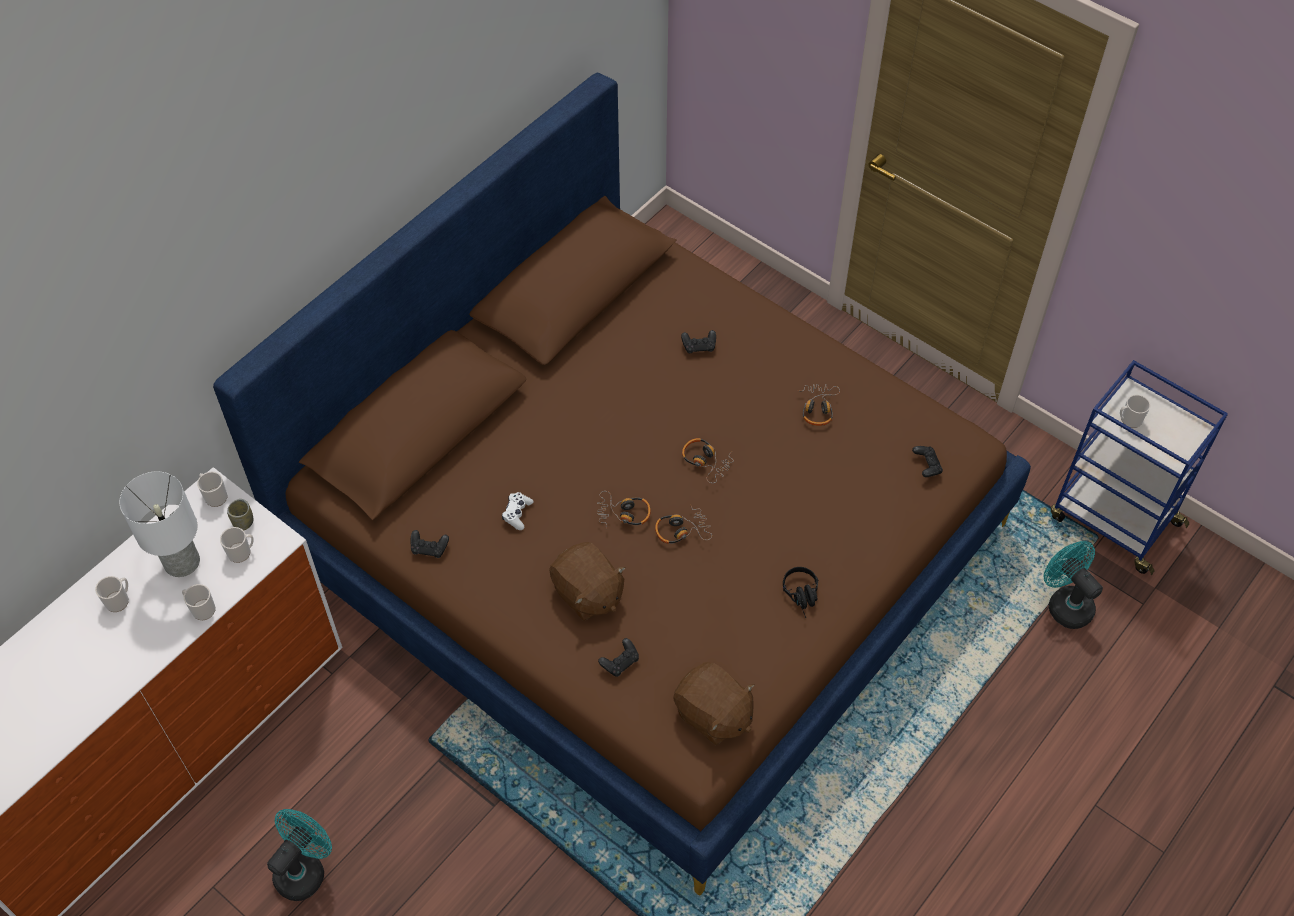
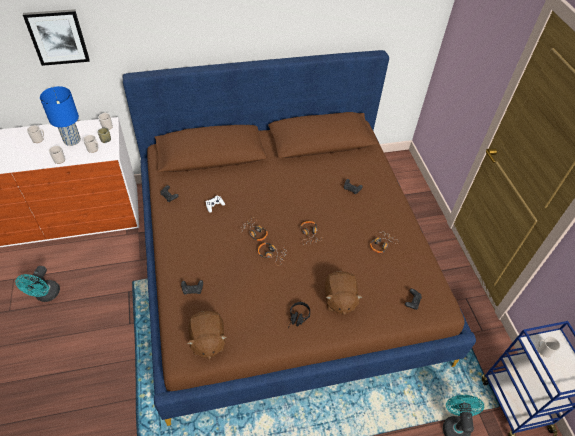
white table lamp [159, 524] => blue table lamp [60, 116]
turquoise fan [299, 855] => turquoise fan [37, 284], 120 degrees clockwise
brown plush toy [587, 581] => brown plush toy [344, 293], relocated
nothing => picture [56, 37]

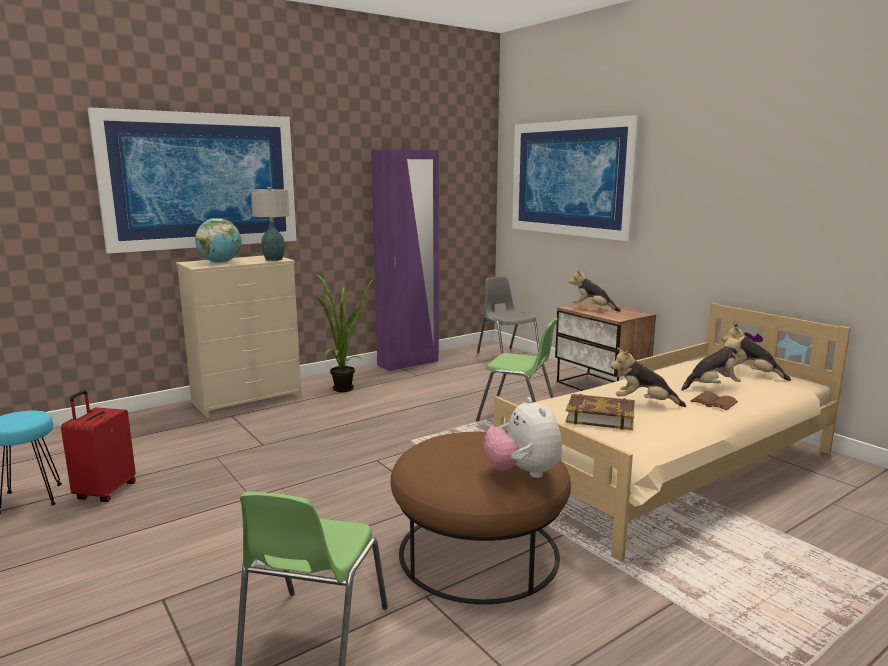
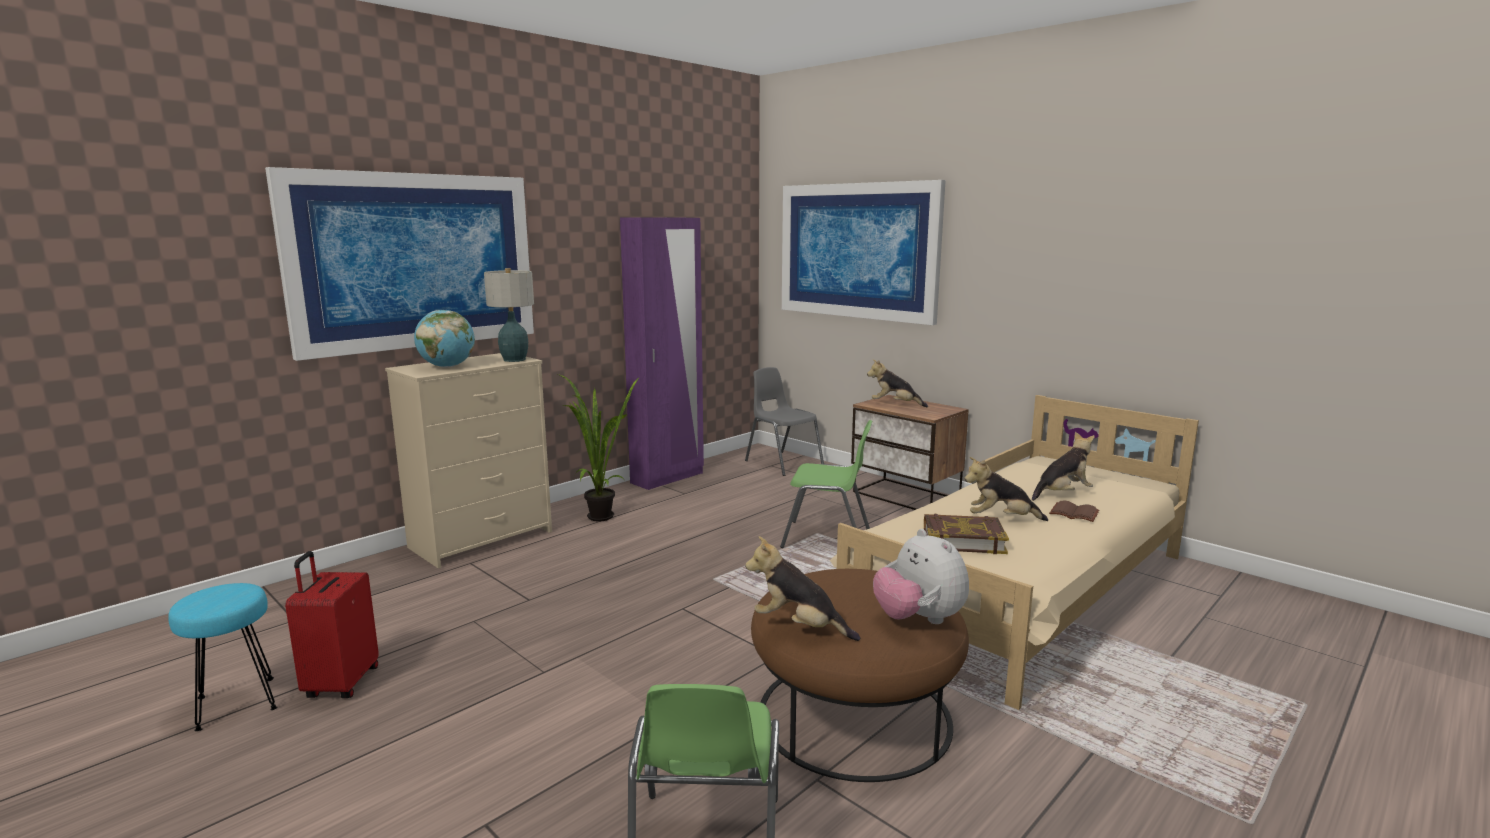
plush toy [756, 352] => plush toy [802, 588], relocated

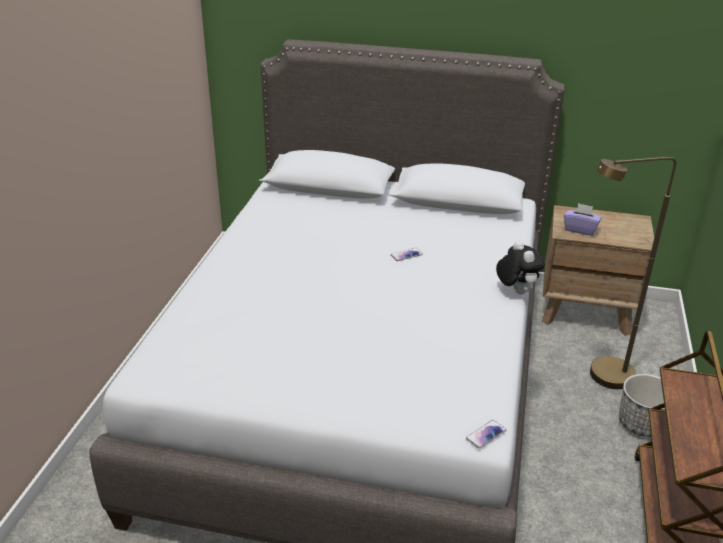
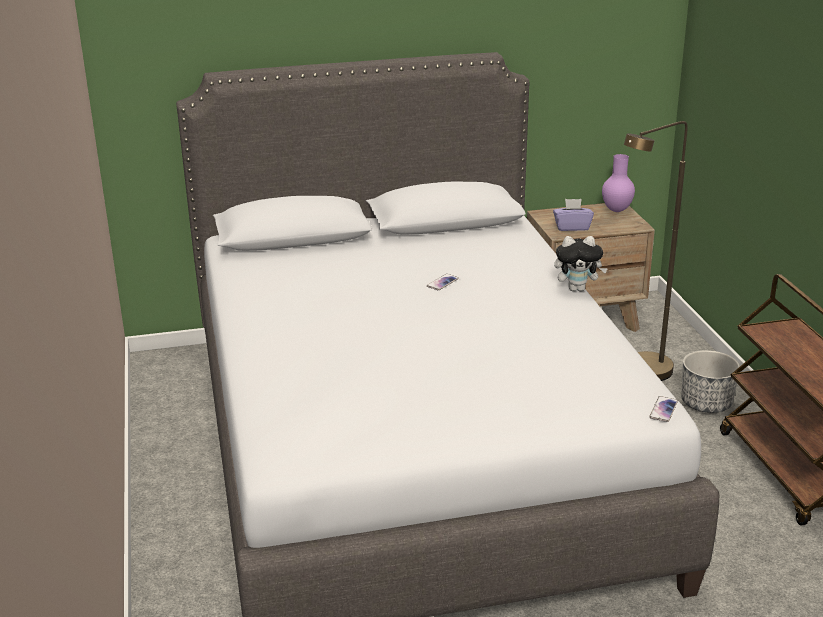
plush toy [520, 268] => plush toy [581, 263], 135 degrees clockwise
nothing => purple vase [618, 183]

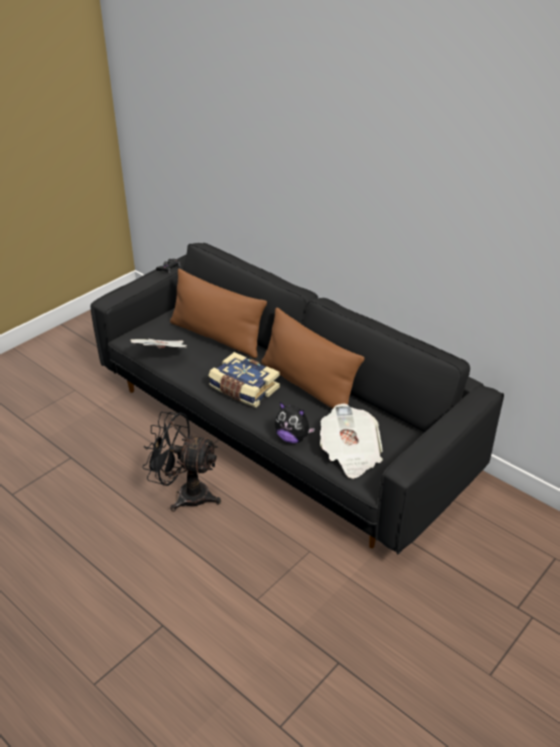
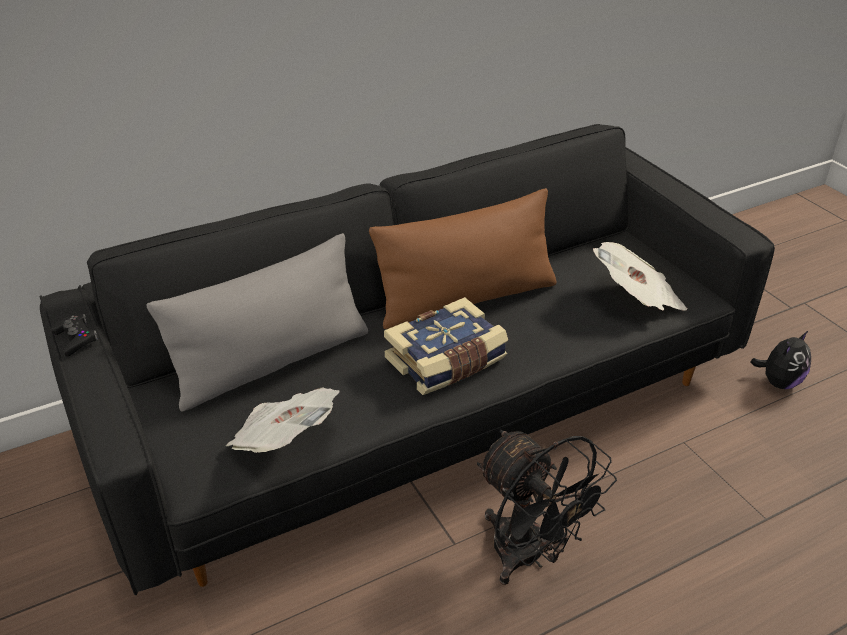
black fan [181, 462] => black fan [547, 507], 75 degrees counterclockwise
brown pillow [218, 313] => grey pillow [257, 322]
plush toy [295, 422] => plush toy [781, 360], relocated

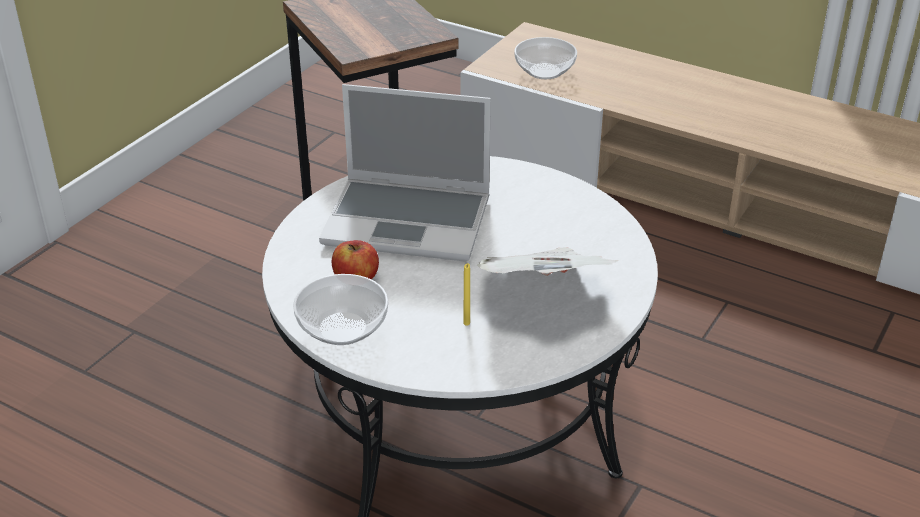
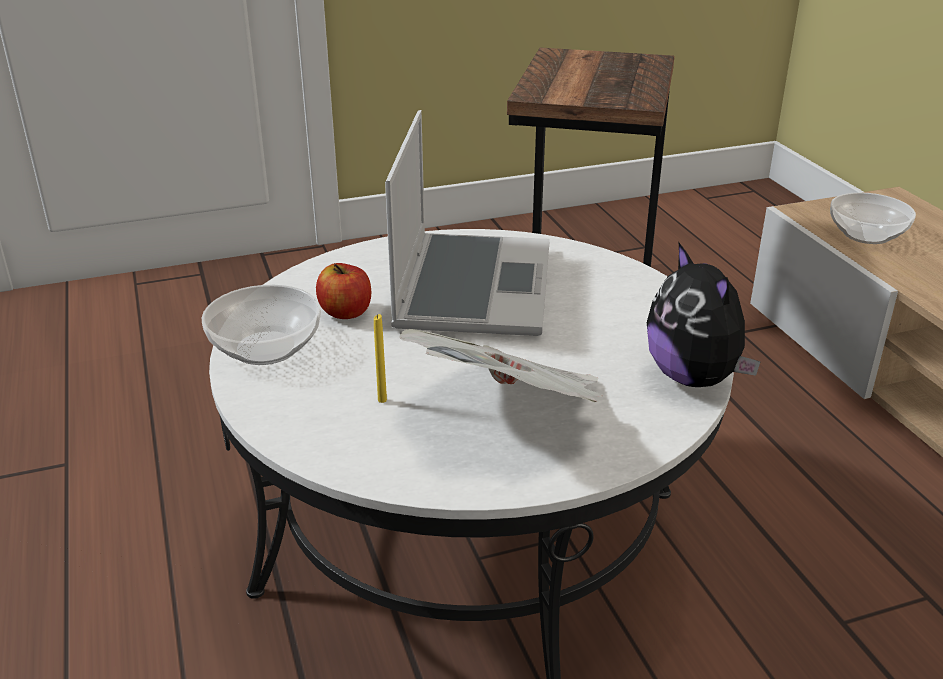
laptop [405, 173] => laptop [467, 223], 135 degrees counterclockwise
nothing => plush toy [704, 315]

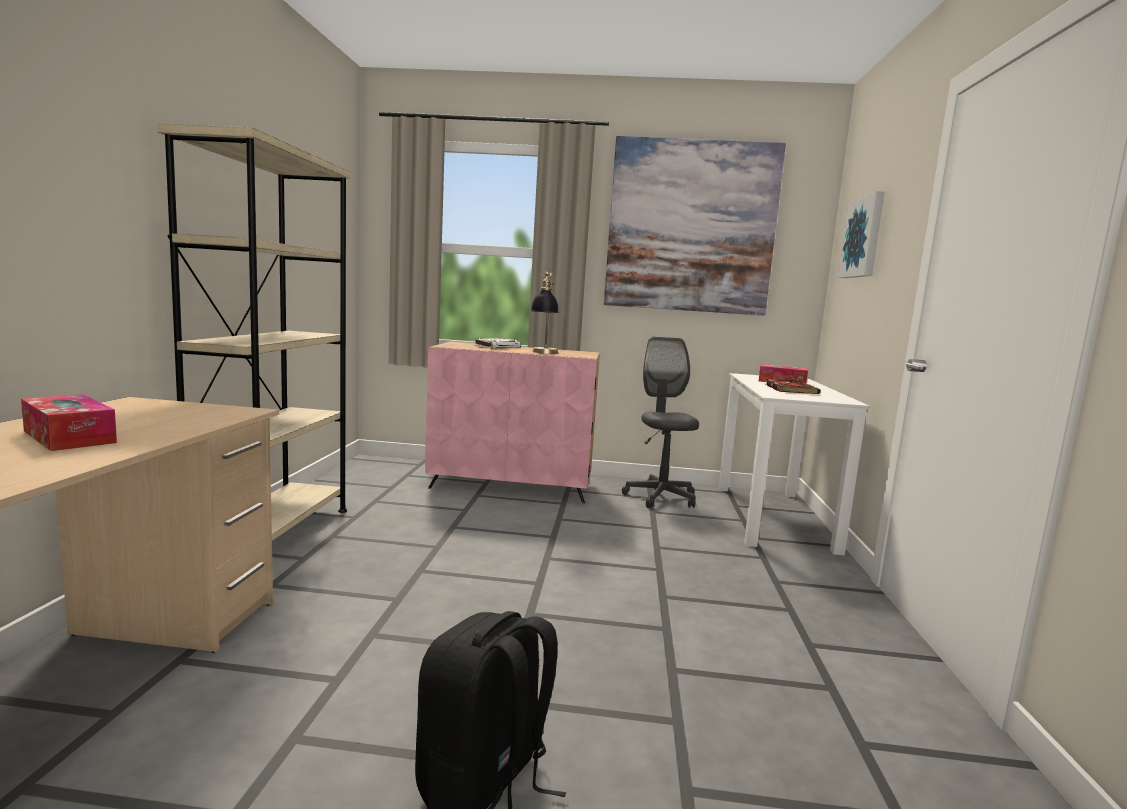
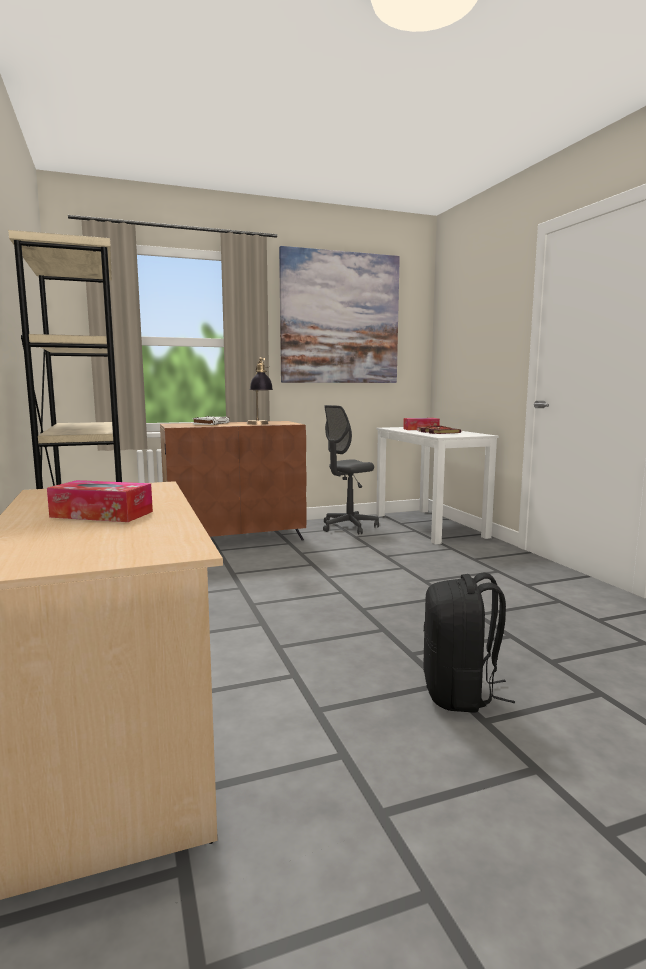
pink cabinet [512, 422] => brown cabinet [233, 481]
grey office chair [660, 422] => grey office chair [351, 469], 90 degrees counterclockwise
picture [861, 234] => nothing

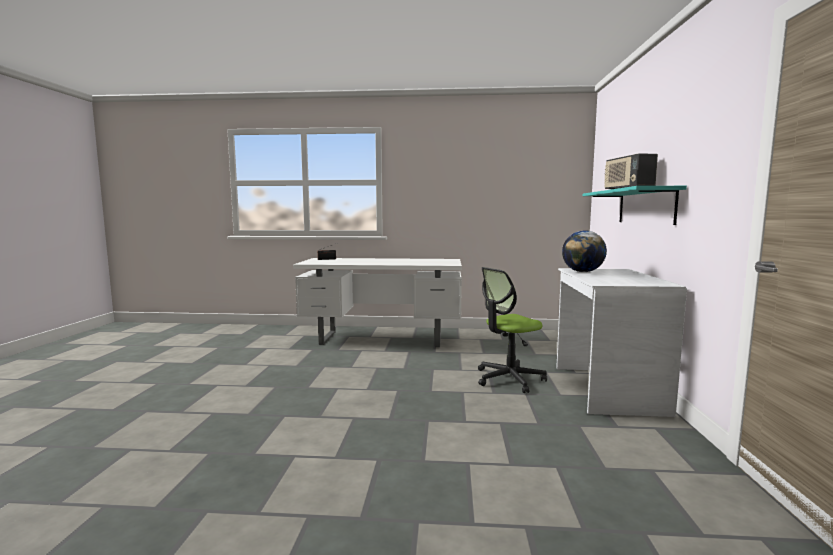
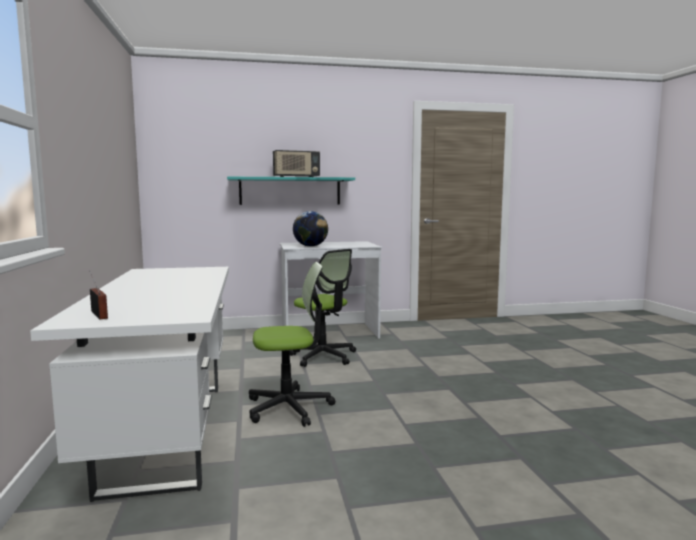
nothing => office chair [292, 344]

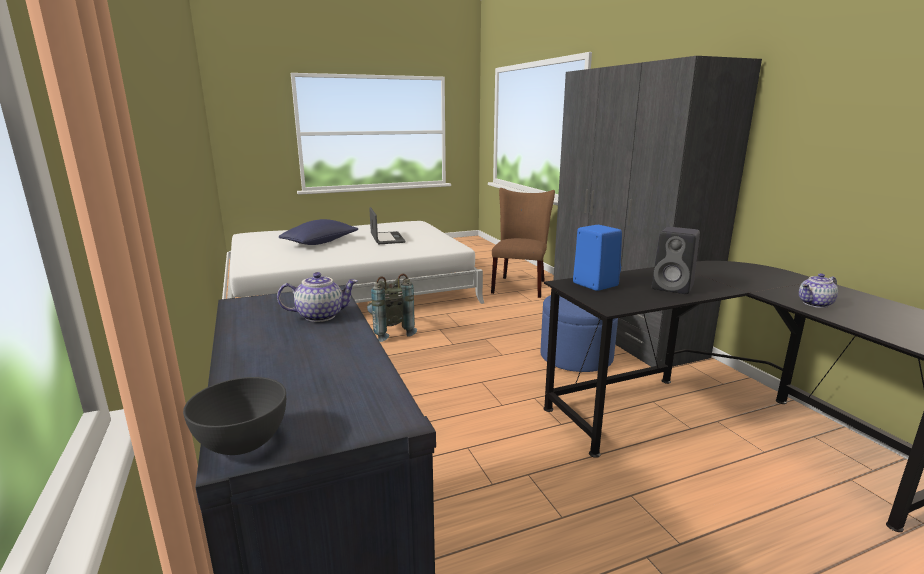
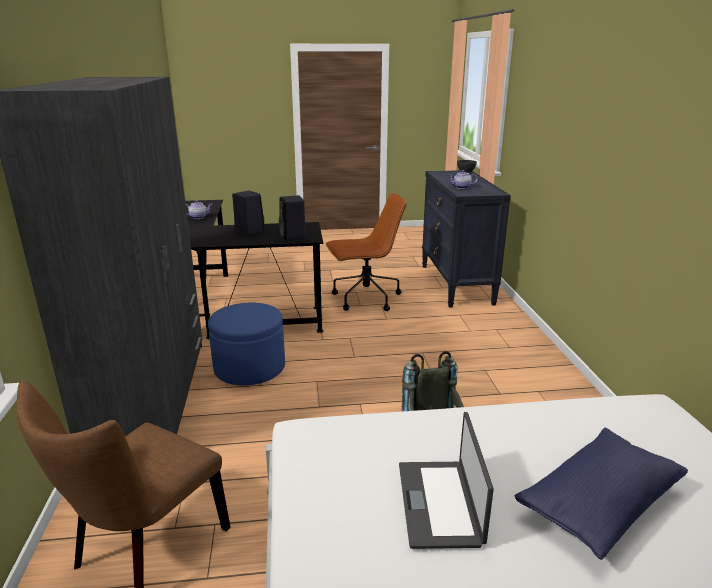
blue speaker [597, 258] => black speaker [292, 218]
nothing => brown office chair [366, 252]

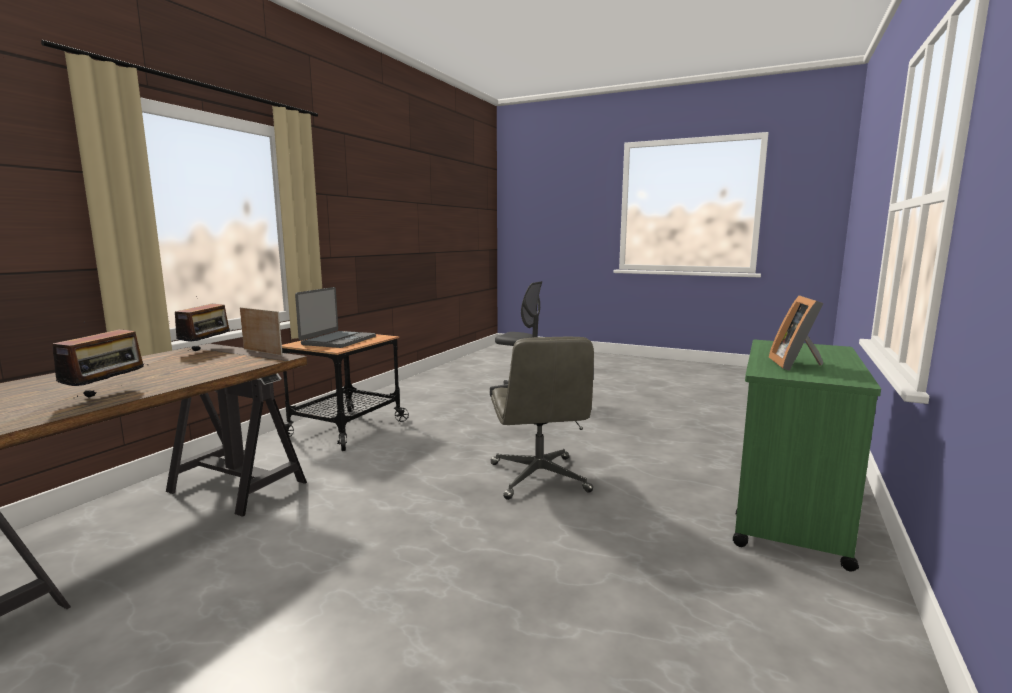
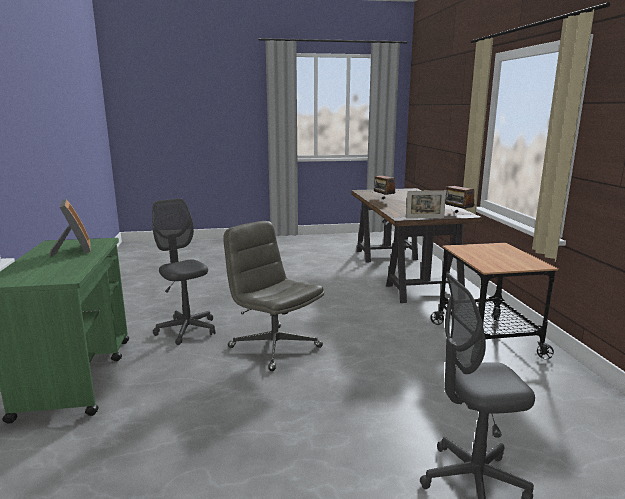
laptop [335, 317] => nothing
nothing => grey office chair [184, 271]

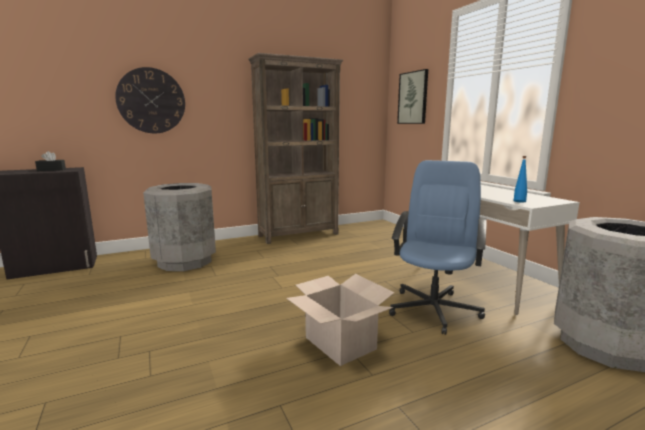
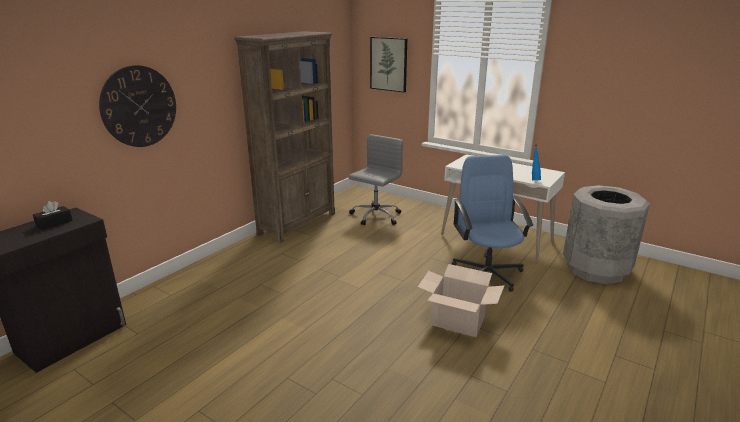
grey trash can [179, 227] => nothing
nothing => grey office chair [375, 179]

